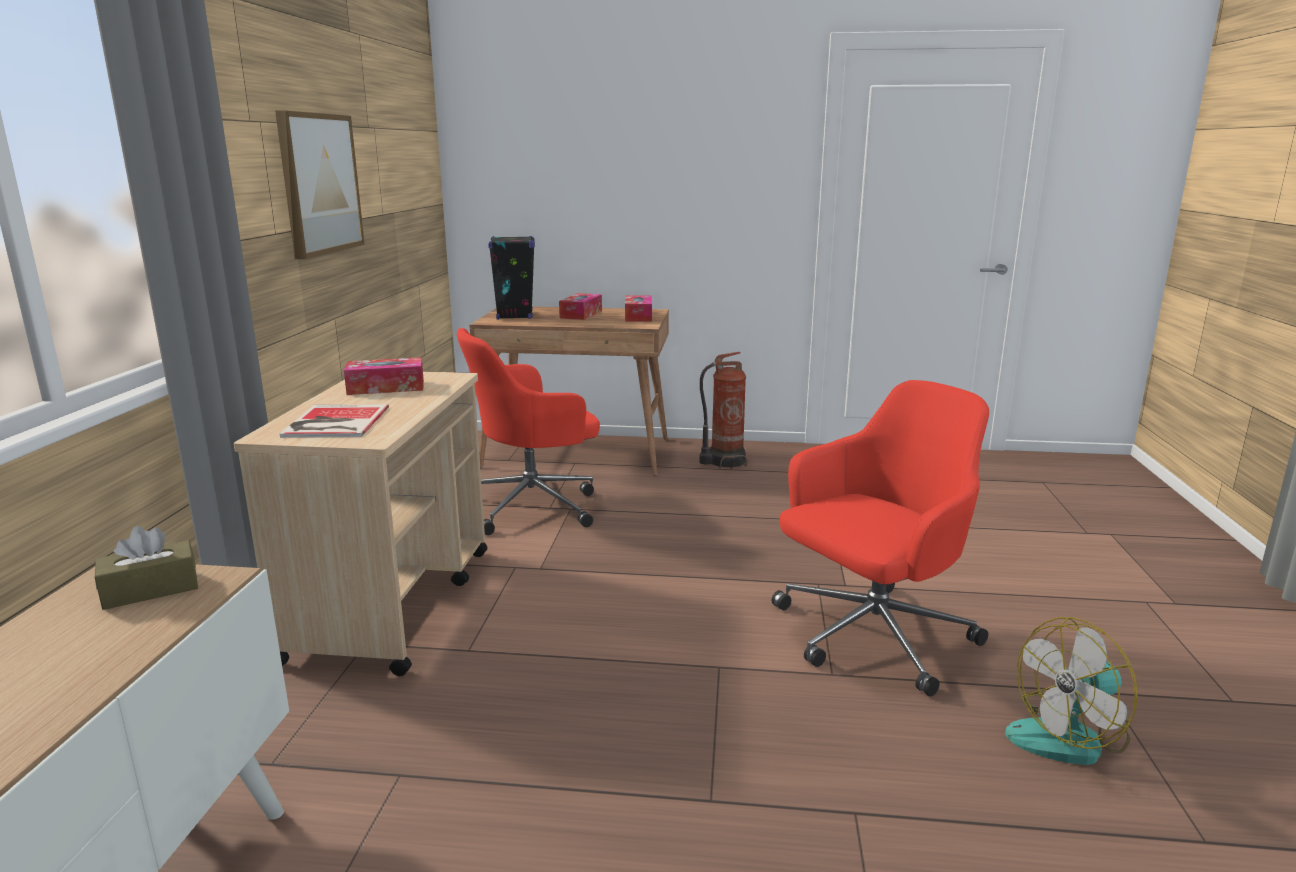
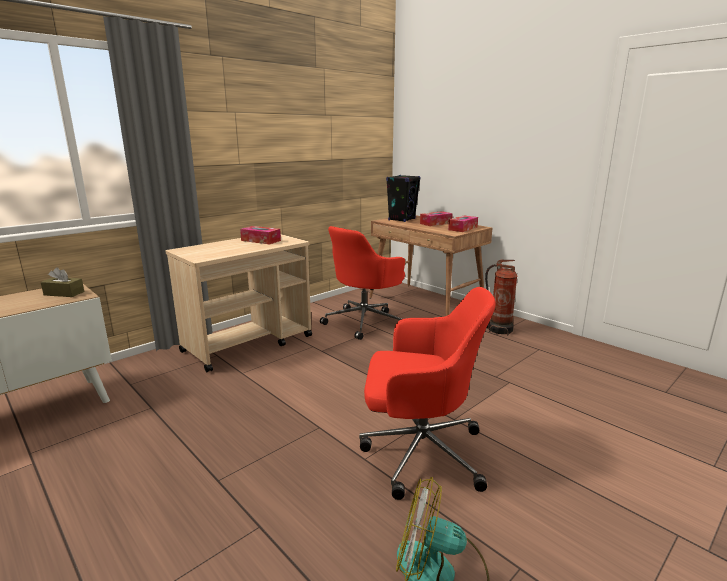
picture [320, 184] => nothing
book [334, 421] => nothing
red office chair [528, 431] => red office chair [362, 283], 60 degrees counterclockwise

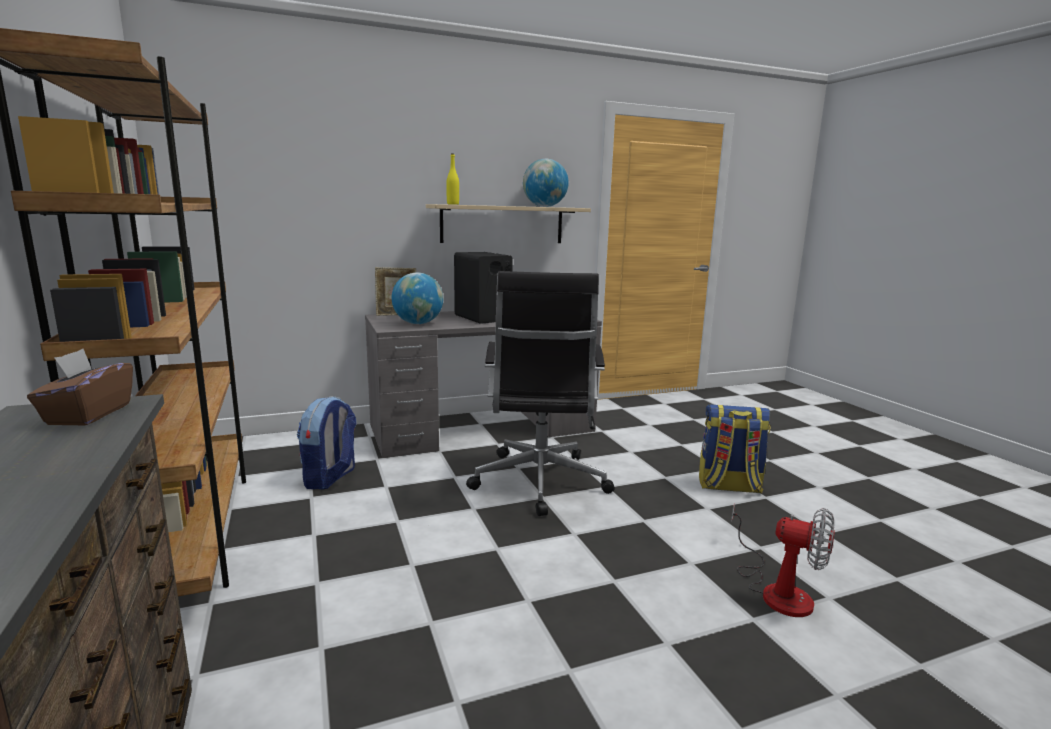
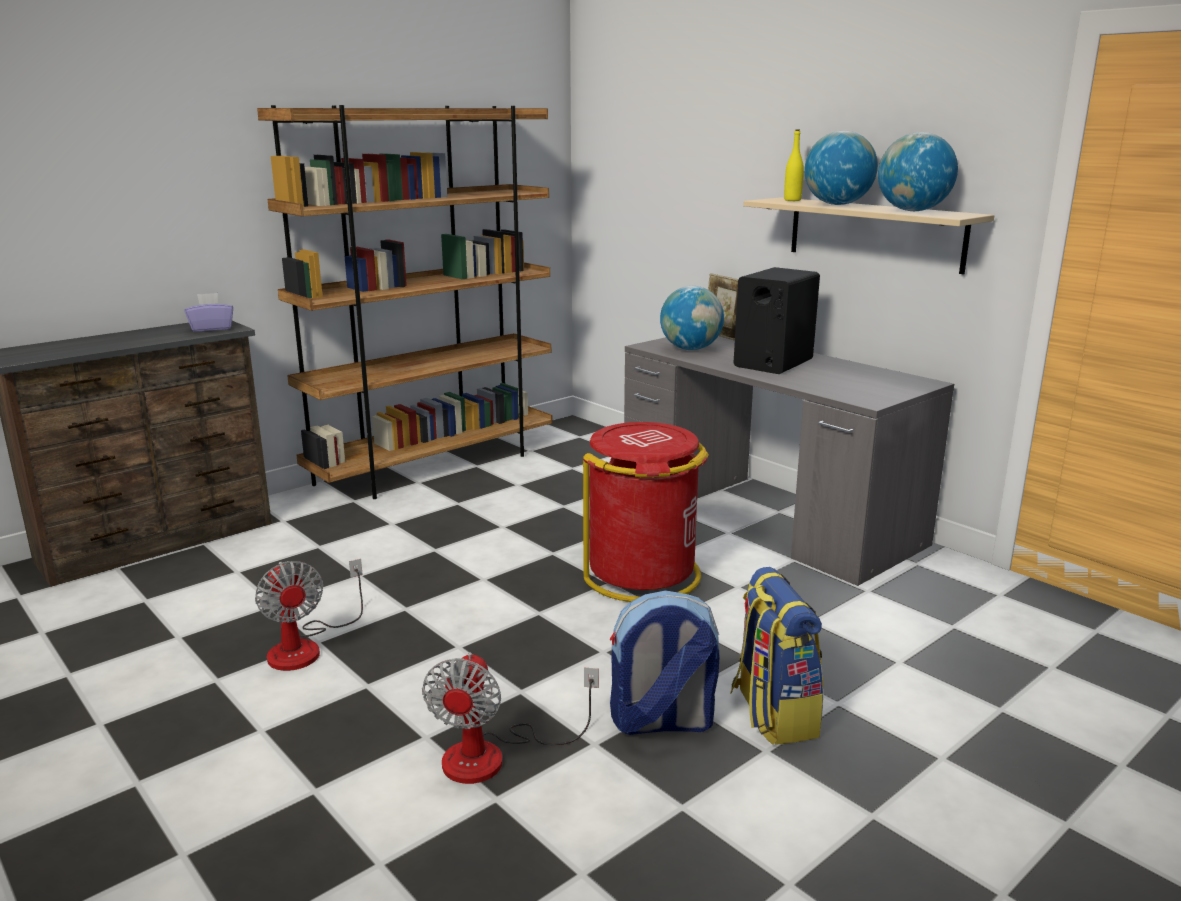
brown tissue box [80, 387] => purple tissue box [209, 312]
backpack [327, 443] => backpack [664, 662], relocated
black office chair [540, 393] => red trash can [646, 512]
nothing => fan [309, 615]
nothing => globe [841, 167]

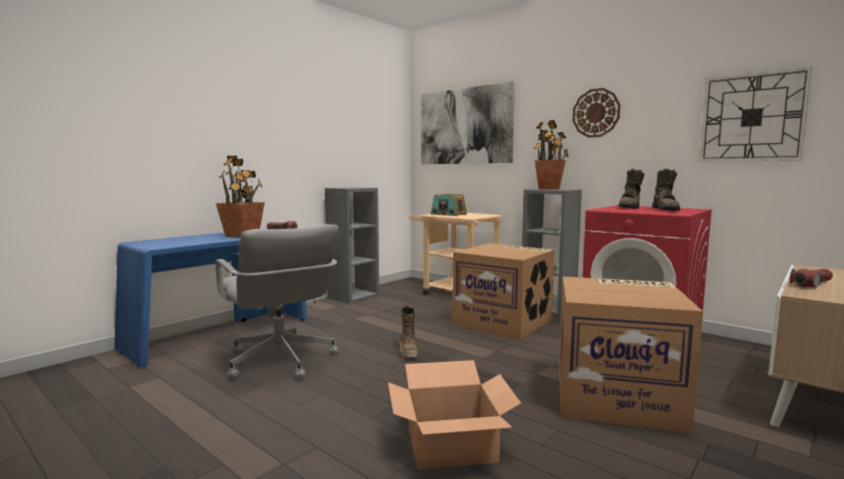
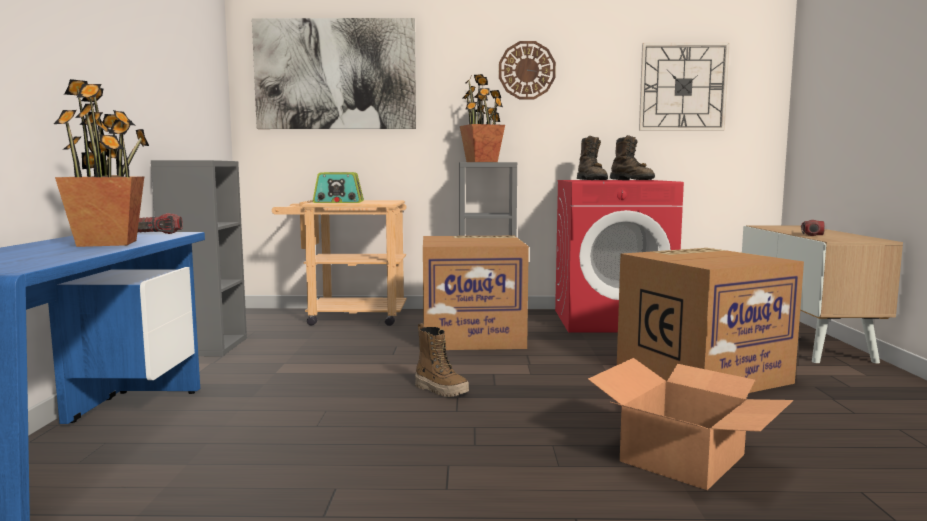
grey office chair [277, 301] => nothing

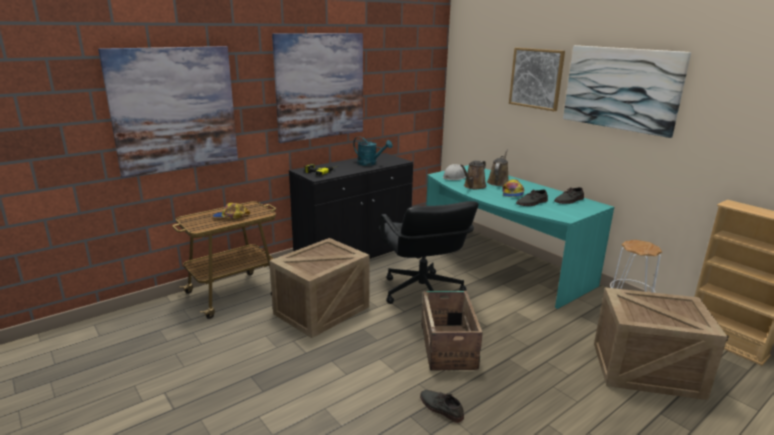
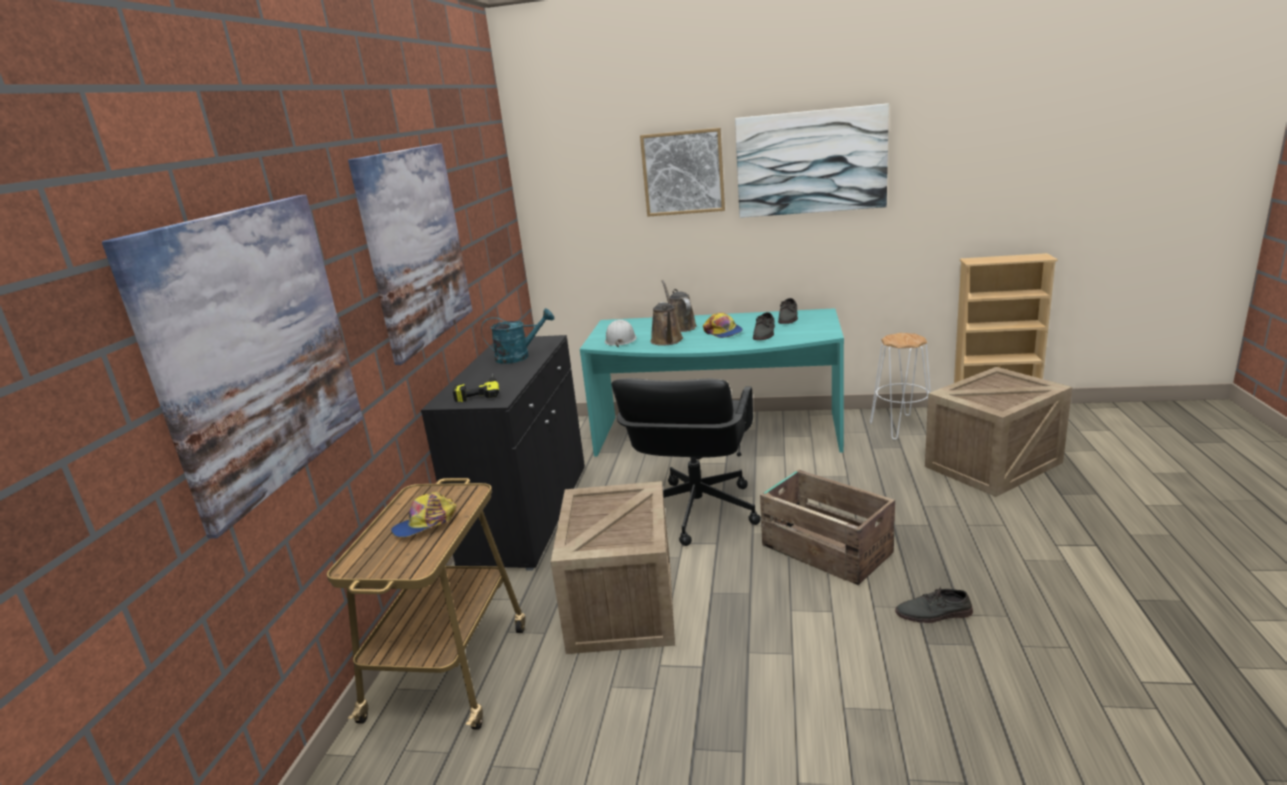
black office chair [429, 252] => black office chair [686, 462], 75 degrees clockwise

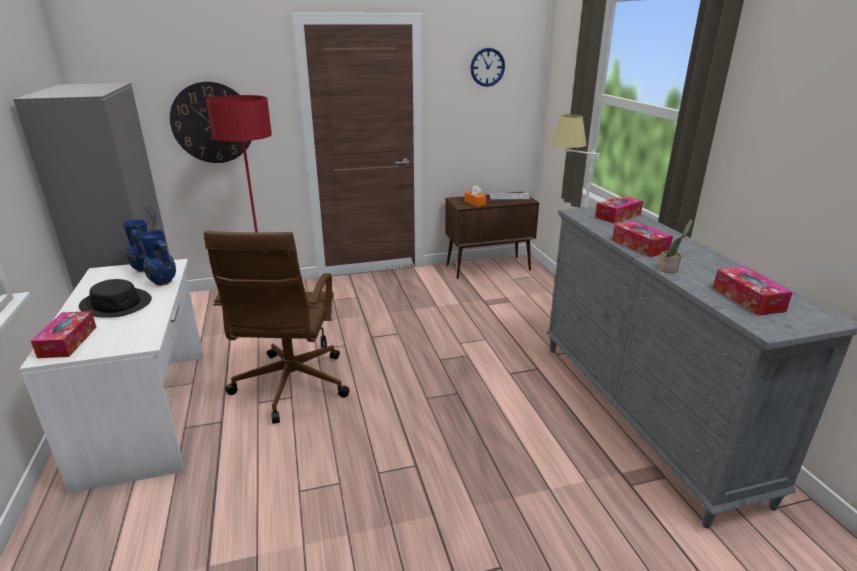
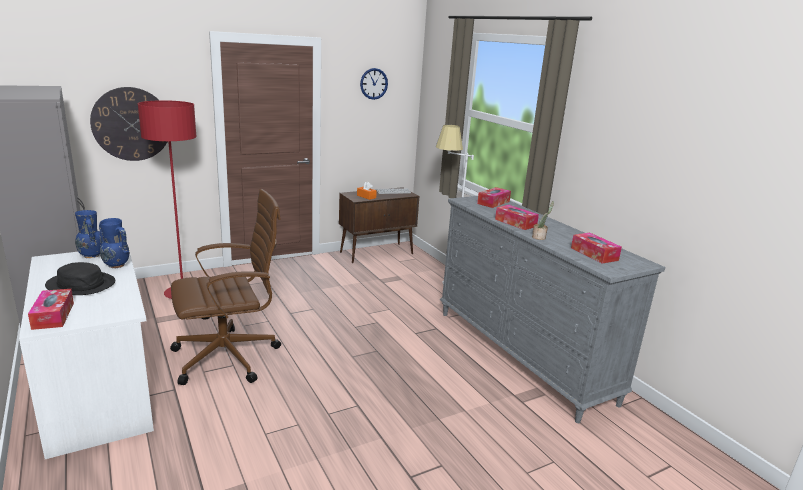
brown office chair [276, 327] => brown office chair [225, 287], 105 degrees counterclockwise

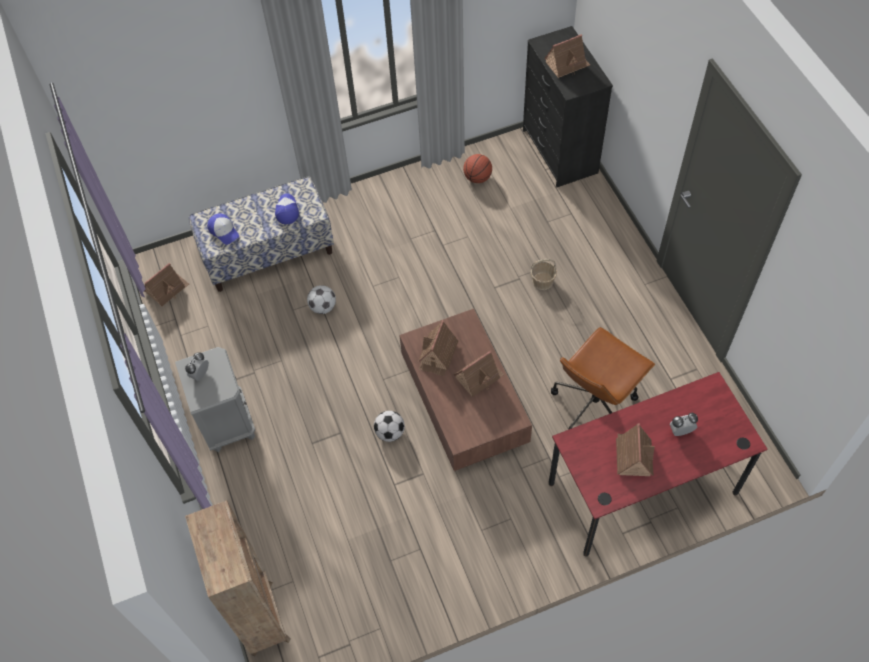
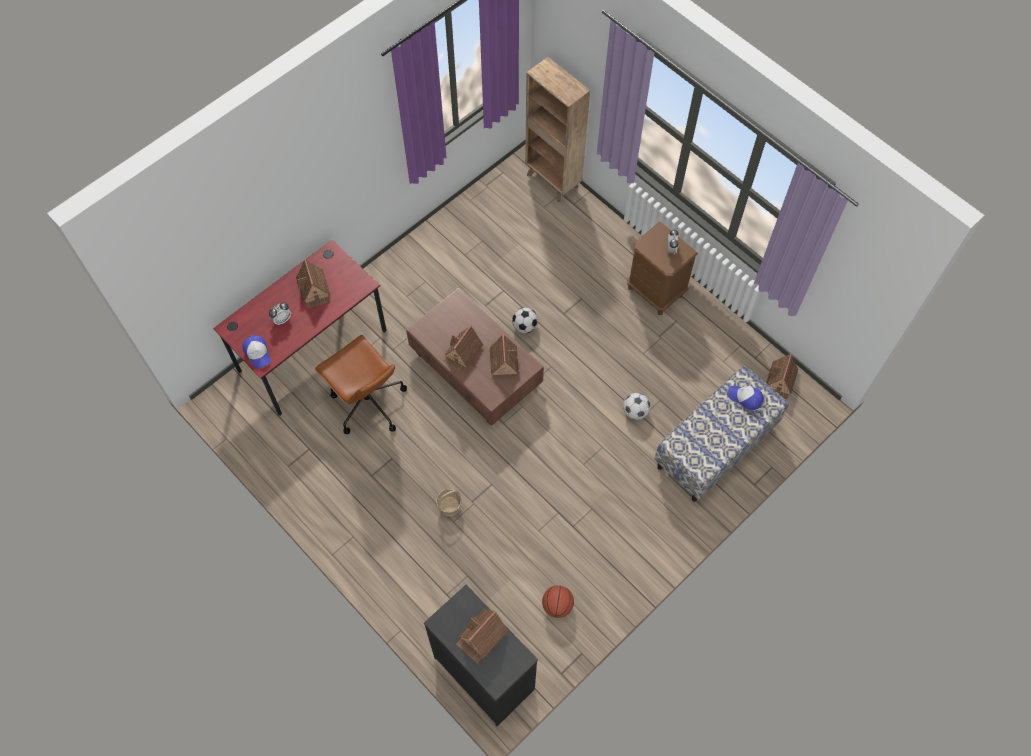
grey nightstand [215, 399] => brown nightstand [662, 268]
cap [287, 208] => cap [256, 352], relocated
brown office chair [603, 378] => brown office chair [361, 384], 120 degrees clockwise

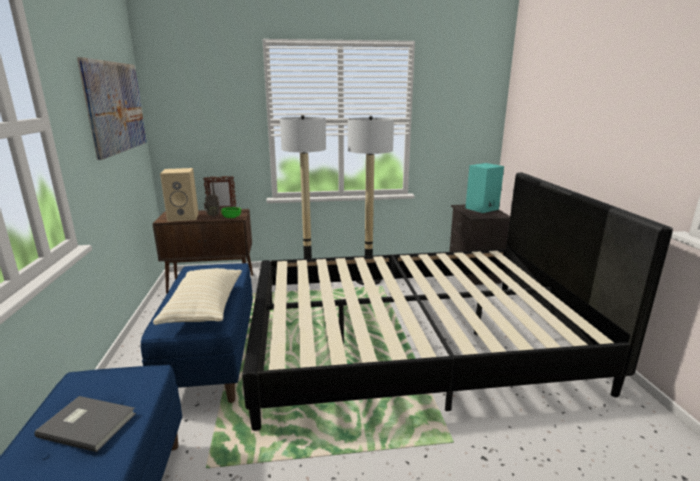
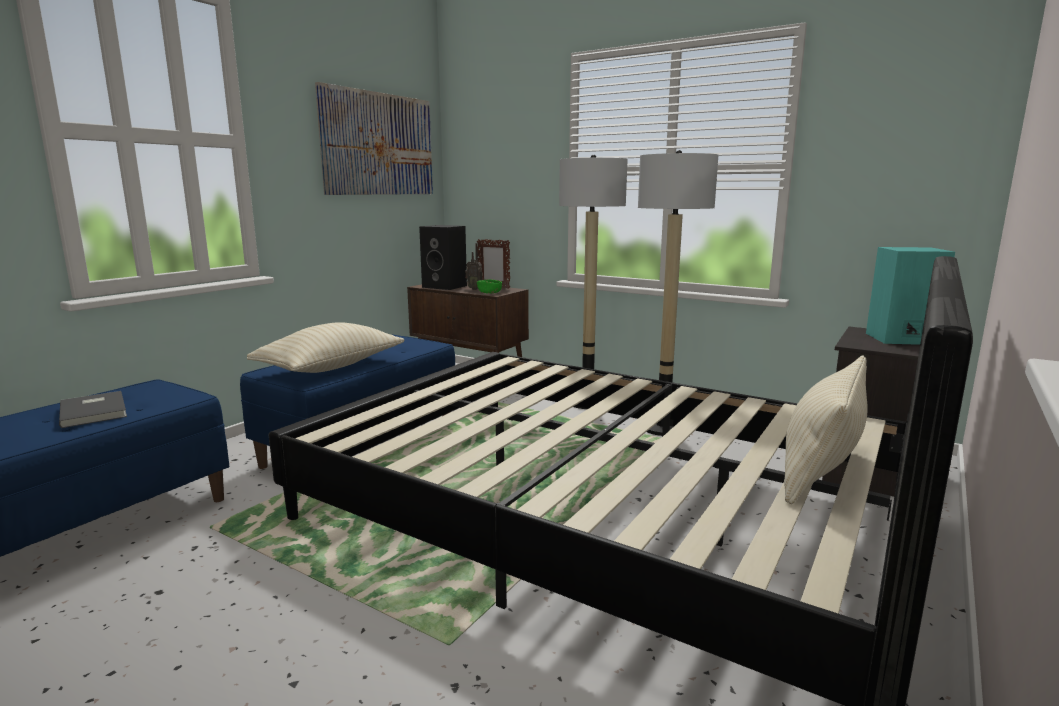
beige speaker [179, 195] => black speaker [443, 257]
nothing => beige pillow [825, 429]

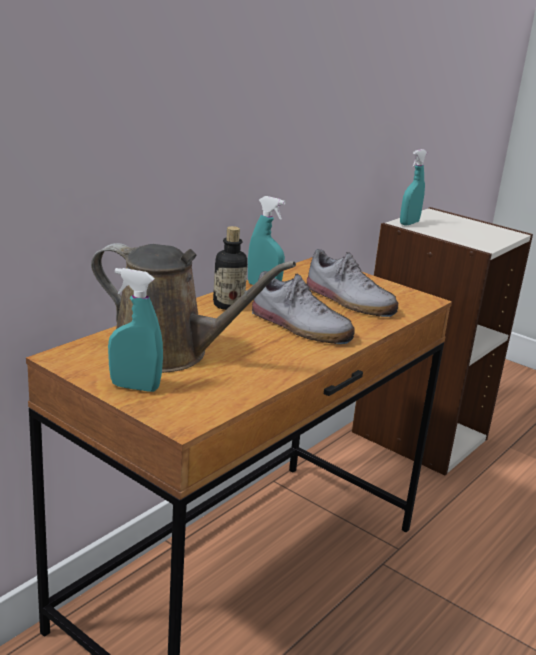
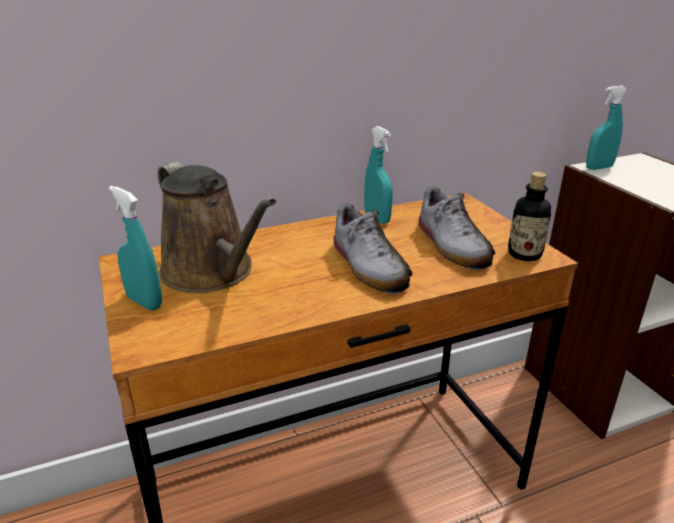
bottle [230, 268] => bottle [529, 216], relocated

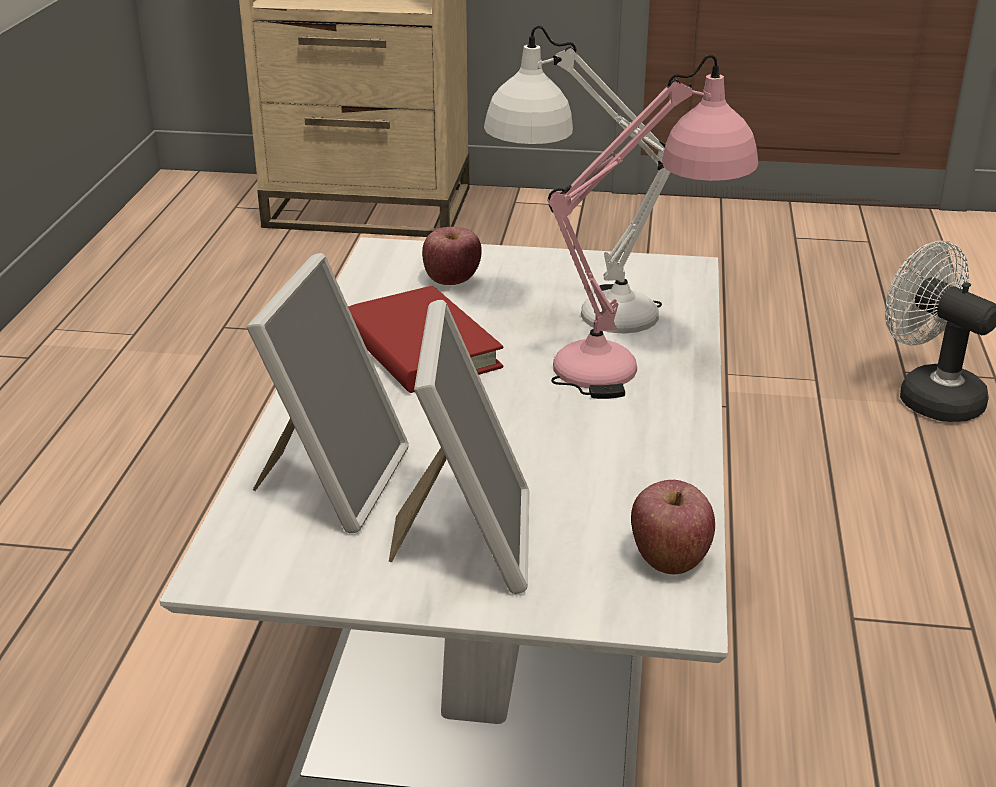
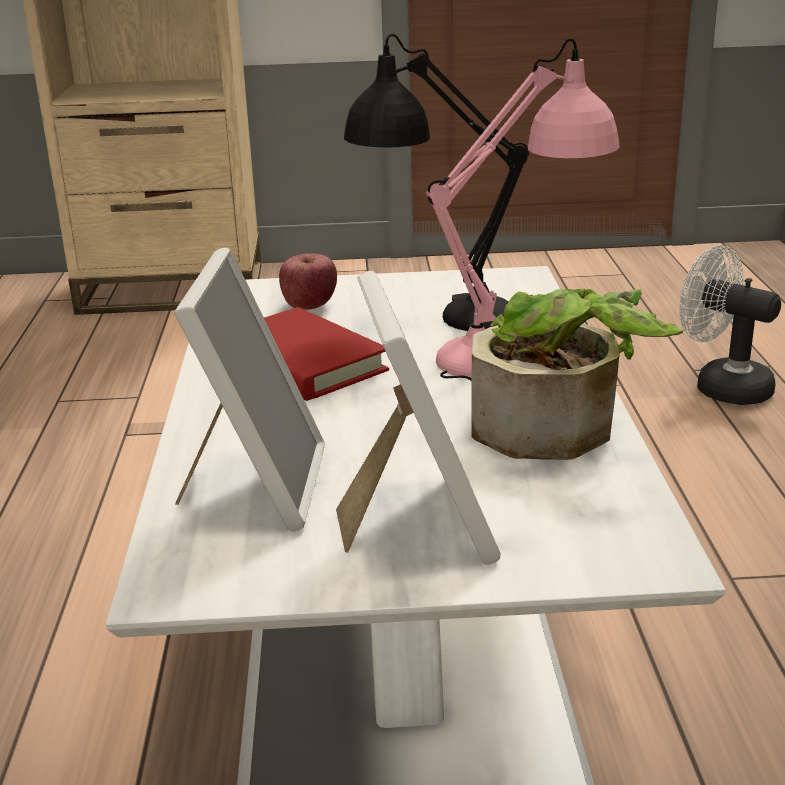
white table lamp [577, 180] => black table lamp [436, 182]
apple [673, 527] => nothing
nothing => potted plant [577, 374]

